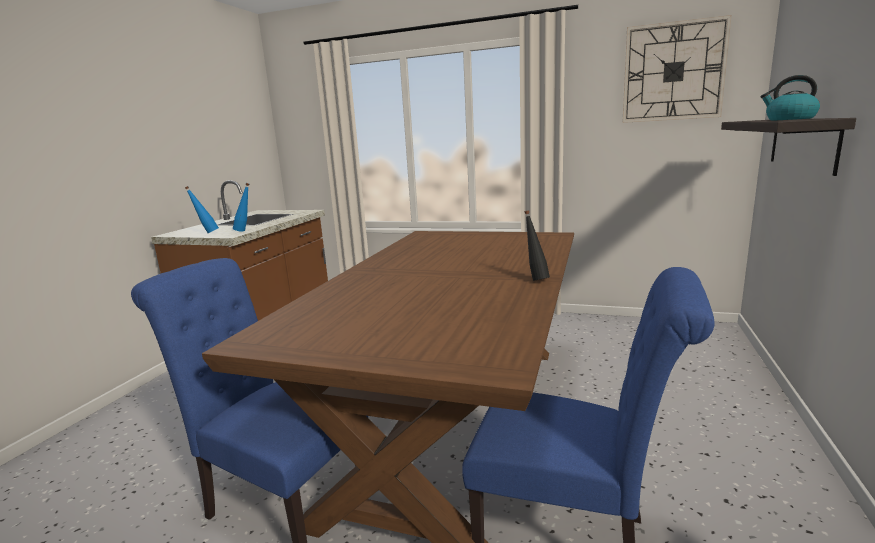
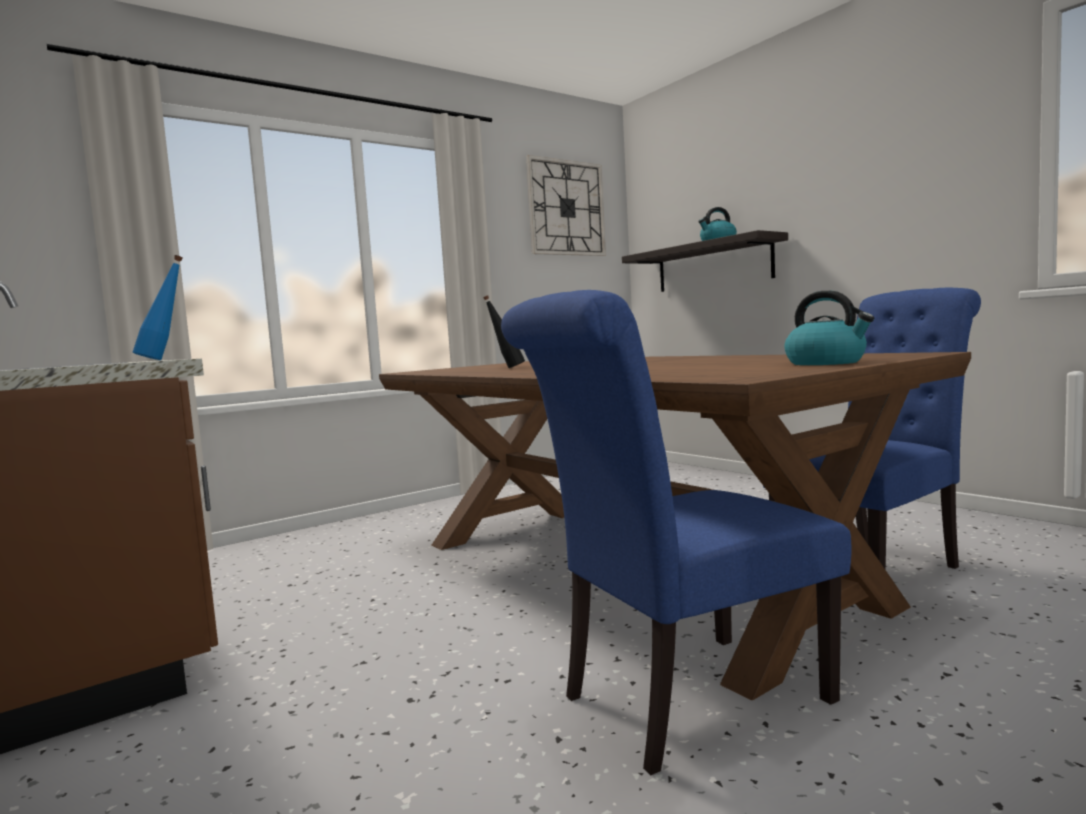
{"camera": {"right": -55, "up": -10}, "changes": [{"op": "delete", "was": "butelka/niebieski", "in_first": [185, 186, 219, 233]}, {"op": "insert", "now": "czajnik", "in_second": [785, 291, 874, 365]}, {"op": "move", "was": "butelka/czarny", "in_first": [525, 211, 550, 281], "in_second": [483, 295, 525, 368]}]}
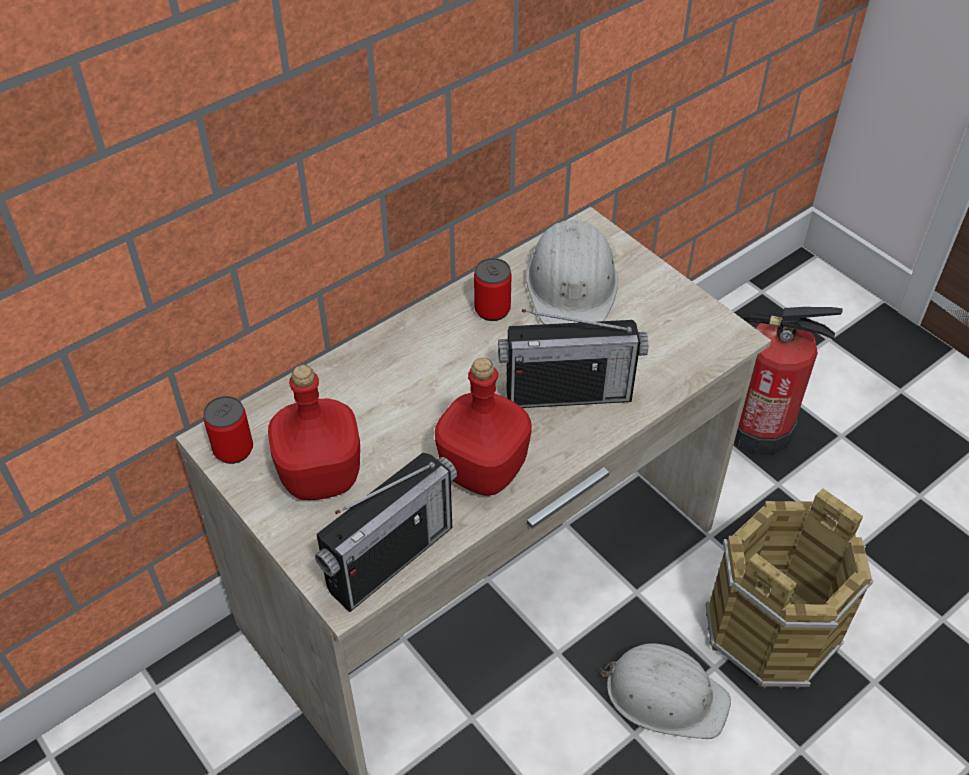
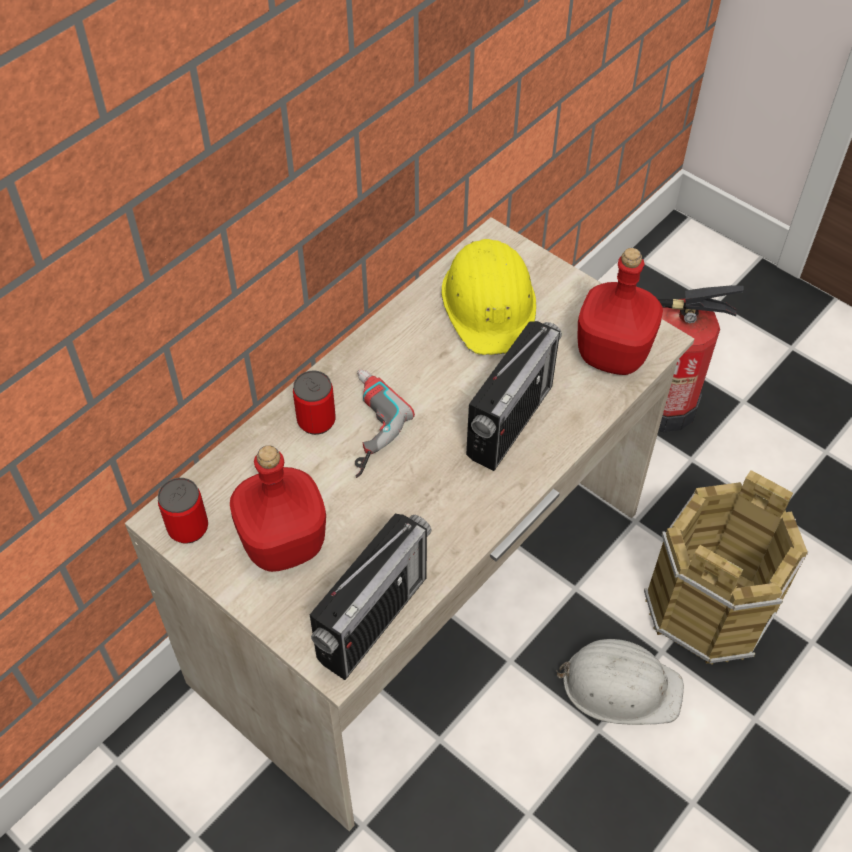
{"camera": {"right": -10, "up": 5}, "changes": [{"op": "insert", "now": "wiertarka", "in_second": [355, 369, 415, 478]}, {"op": "move", "was": "butelka/czerwony", "in_first": [435, 358, 532, 496], "in_second": [577, 248, 663, 375]}, {"op": "move", "was": "puszka", "in_first": [474, 258, 512, 321], "in_second": [293, 371, 336, 435]}, {"op": "recolor", "was": "kask/biały", "now": "kask/żółty", "in_first": [526, 220, 618, 324], "in_second": [441, 239, 536, 355]}, {"op": "rotate", "was": "radio", "in_first": [498, 309, 648, 408], "in_second": [466, 321, 562, 471], "clockwise": -45}]}
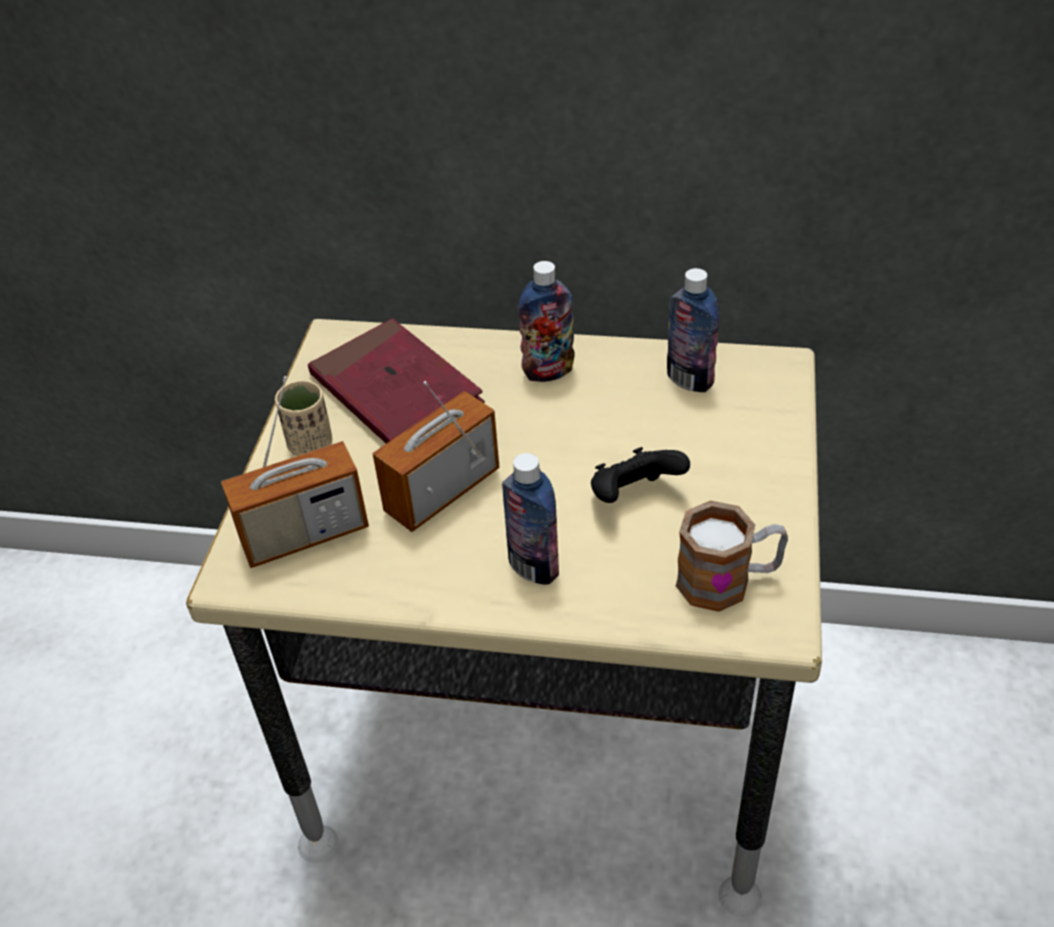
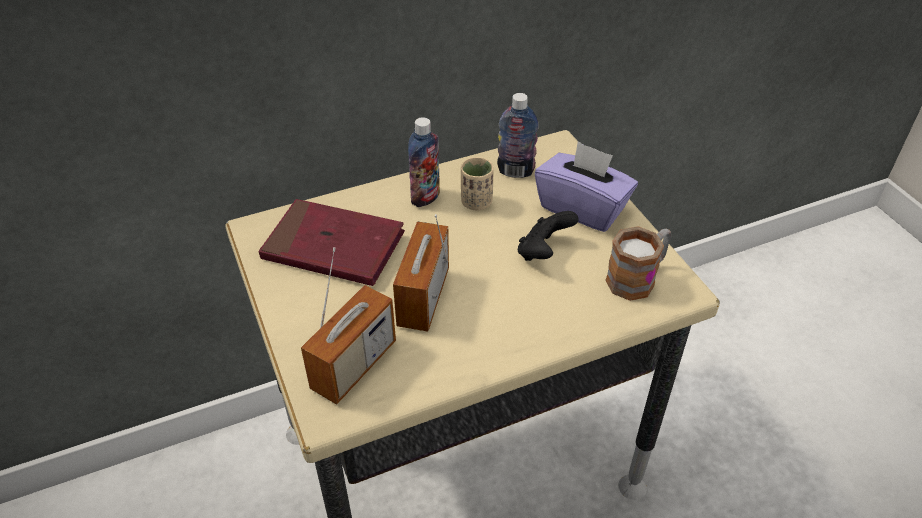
{"camera": {"right": -35, "up": 0}, "changes": [{"op": "delete", "was": "butelka", "in_first": [502, 453, 559, 585]}, {"op": "insert", "now": "pudełko chusteczek/fioletowy", "in_second": [535, 141, 638, 232]}, {"op": "move", "was": "filiżanka/beżowy", "in_first": [275, 381, 332, 456], "in_second": [461, 157, 494, 210]}]}
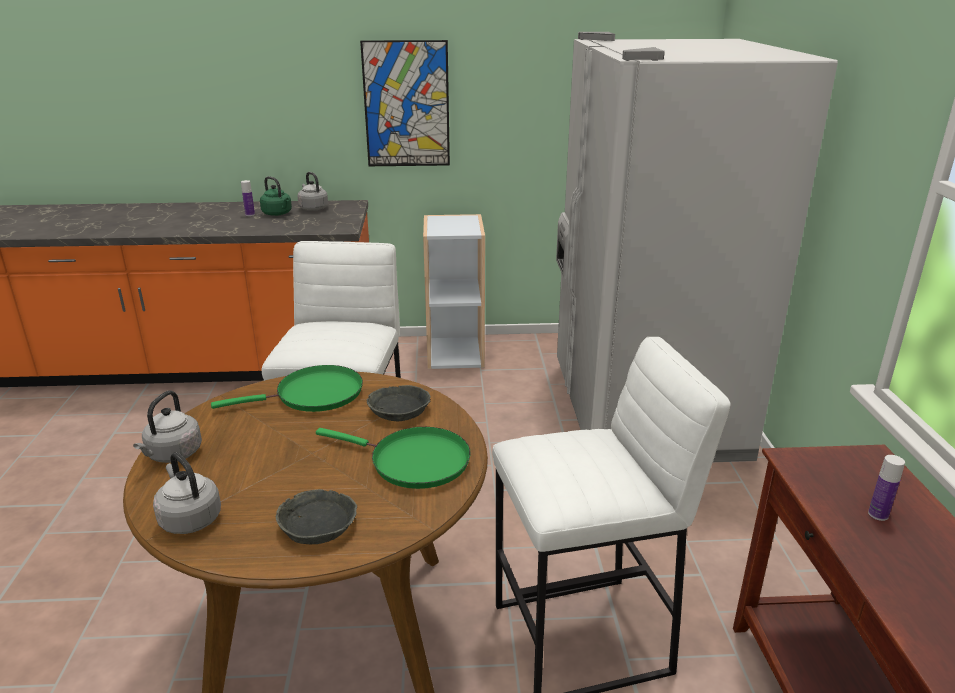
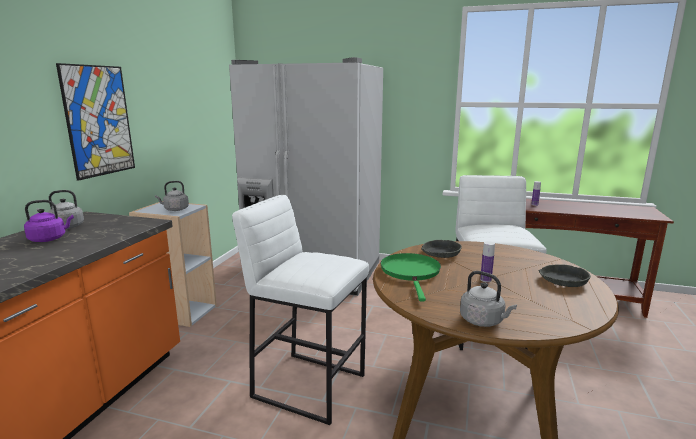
{"camera": {"right": -70, "up": -10}, "changes": [{"op": "delete", "was": "patelnia/zielony", "in_first": [316, 427, 471, 489]}, {"op": "move", "was": "czajnik/szary", "in_first": [153, 452, 221, 534], "in_second": [155, 181, 189, 211]}, {"op": "move", "was": "butelka", "in_first": [241, 180, 255, 216], "in_second": [480, 241, 495, 282]}, {"op": "recolor", "was": "czajnik/zielony", "now": "czajnik/fioletowy", "in_first": [260, 176, 292, 216], "in_second": [24, 200, 74, 242]}]}
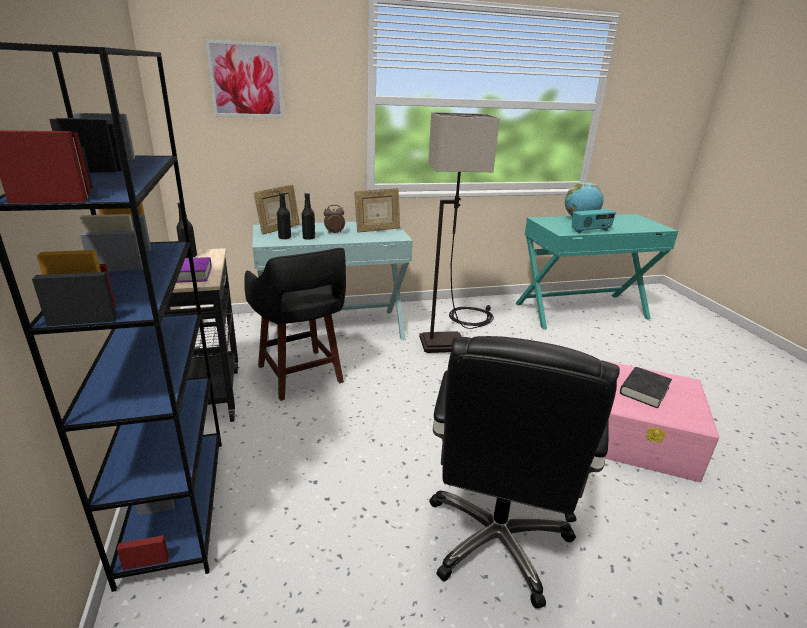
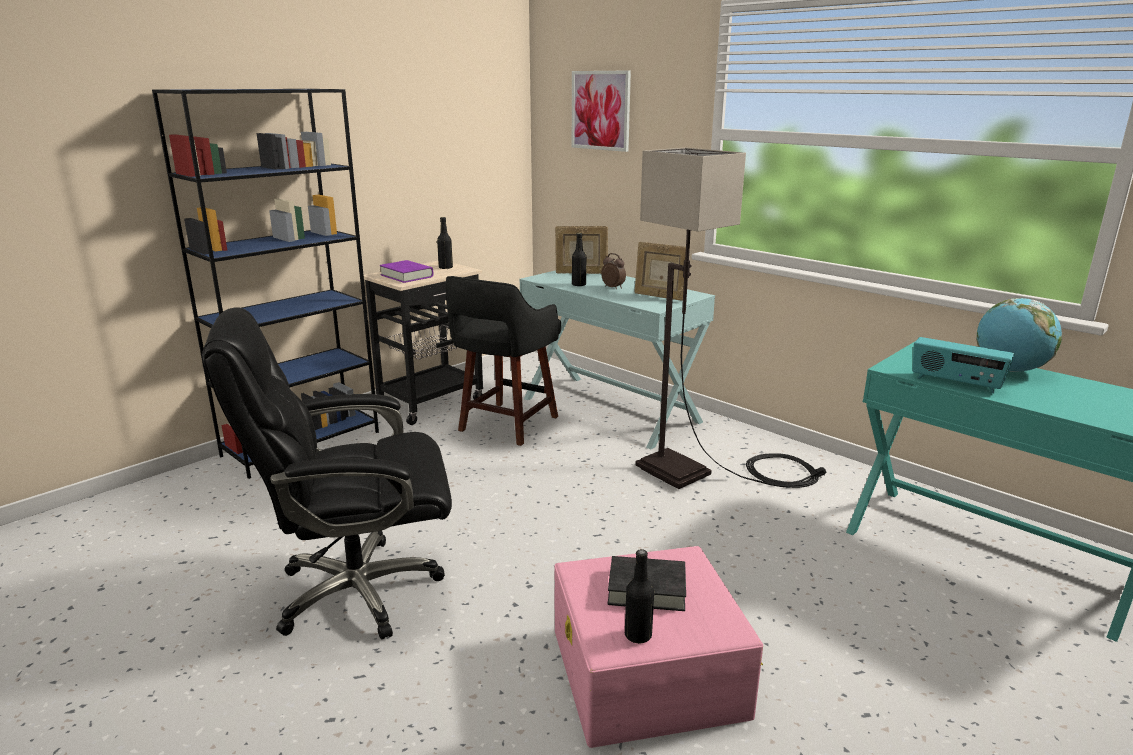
{"camera": {"right": 60, "up": -5}, "changes": [{"op": "move", "was": "butelka/czarny", "in_first": [277, 192, 291, 239], "in_second": [625, 549, 654, 644]}]}
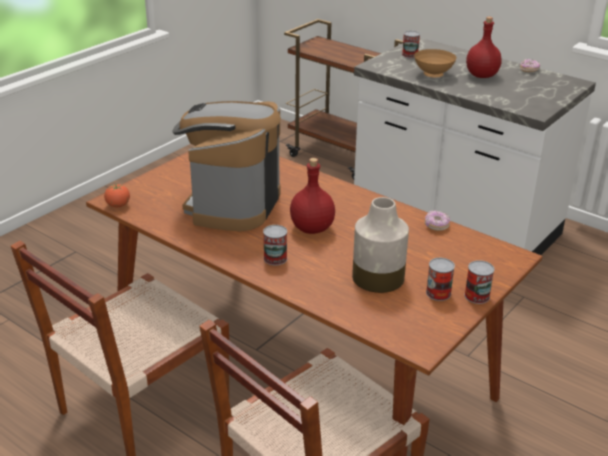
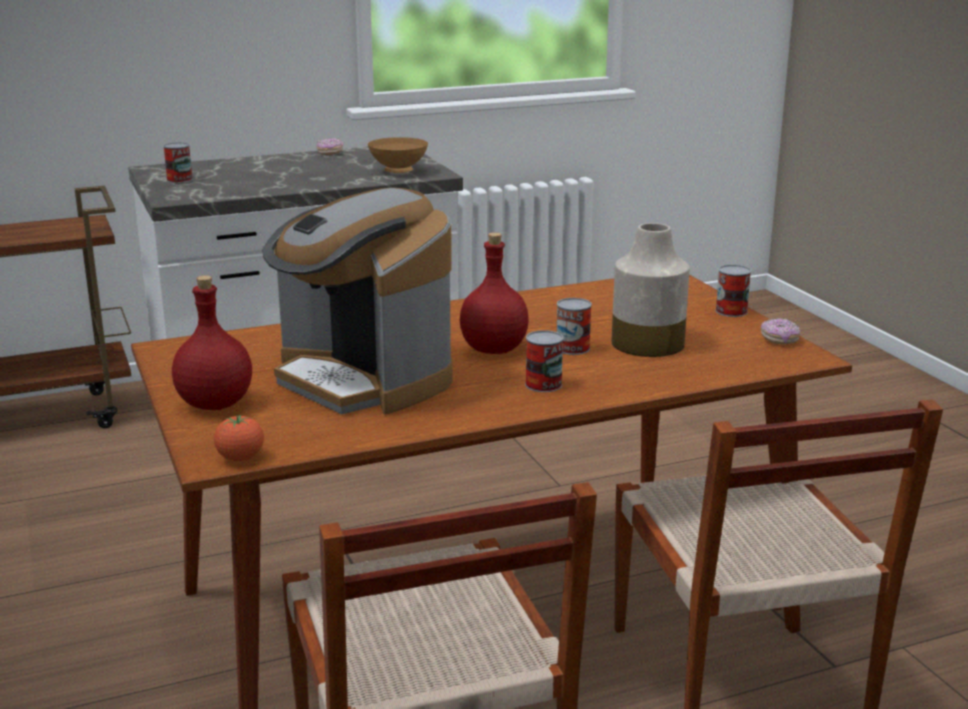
{"camera": {"right": -60, "up": -10}, "changes": [{"op": "move", "was": "miska/brązowy", "in_first": [414, 49, 457, 77], "in_second": [368, 137, 428, 173]}, {"op": "move", "was": "donut", "in_first": [425, 210, 450, 231], "in_second": [761, 318, 800, 345]}, {"op": "move", "was": "puszka", "in_first": [426, 258, 455, 301], "in_second": [557, 298, 592, 355]}, {"op": "move", "was": "butelka/czerwony", "in_first": [466, 17, 502, 78], "in_second": [172, 275, 252, 410]}]}
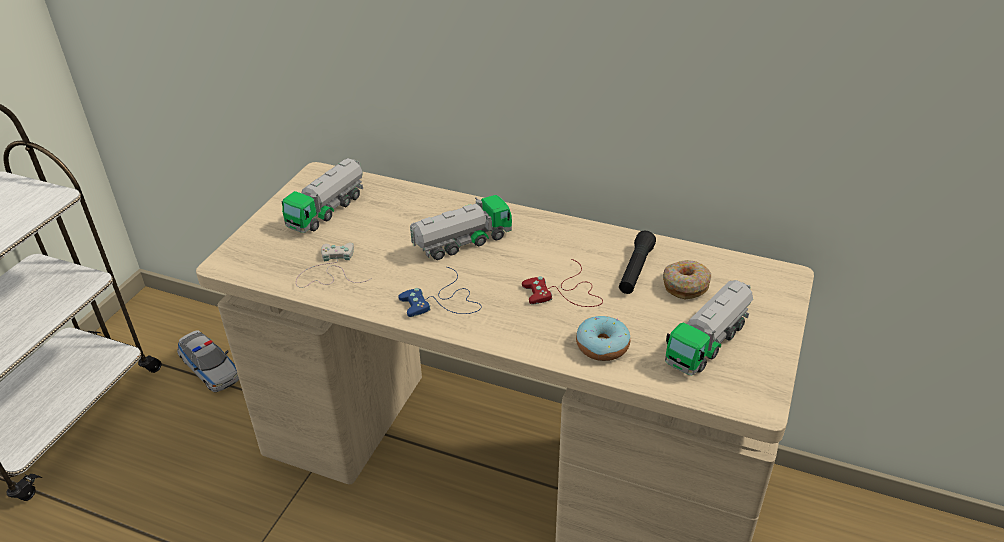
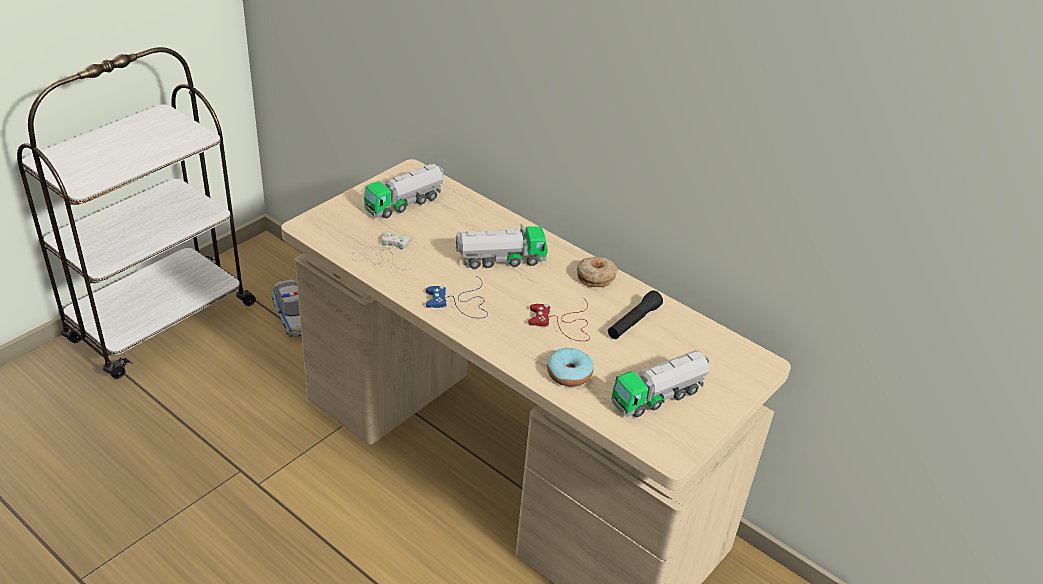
{"camera": {"right": 15, "up": 0}, "changes": [{"op": "move", "was": "donut", "in_first": [663, 260, 711, 299], "in_second": [577, 257, 618, 287]}]}
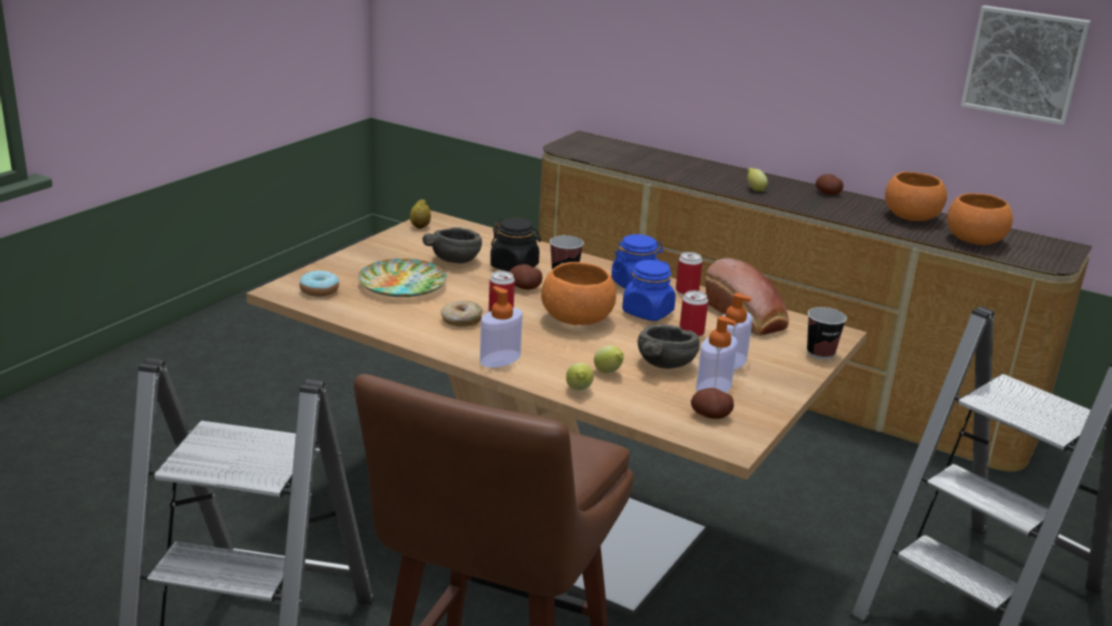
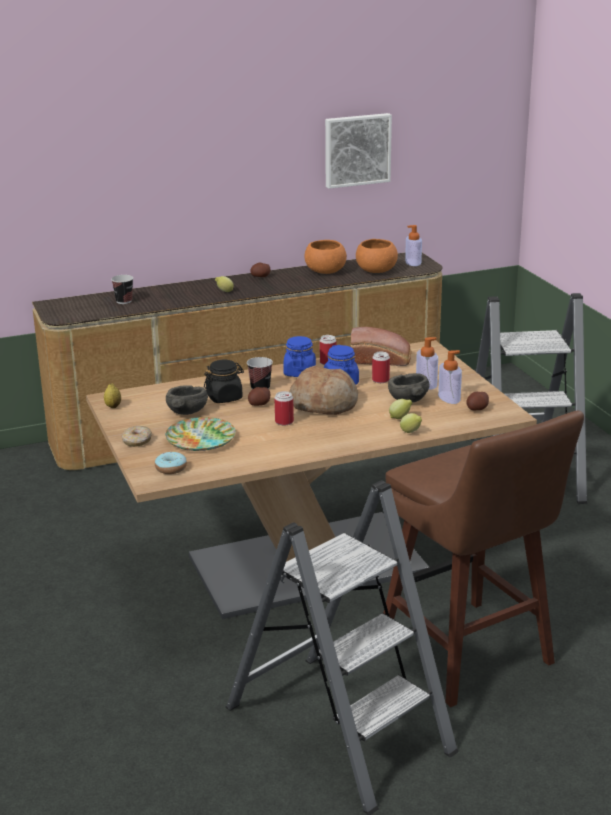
{"camera": {"right": -50, "up": 0}, "changes": [{"op": "move", "was": "donut", "in_first": [441, 300, 483, 327], "in_second": [121, 426, 152, 447]}, {"op": "move", "was": "dozownik mydła", "in_first": [480, 286, 523, 368], "in_second": [405, 225, 422, 266]}, {"op": "move", "was": "filiżanka", "in_first": [807, 307, 847, 359], "in_second": [111, 275, 133, 304]}, {"op": "replace", "was": "miska/pomarańczowy", "now": "chleb", "in_first": [541, 262, 616, 325], "in_second": [289, 366, 358, 415]}]}
